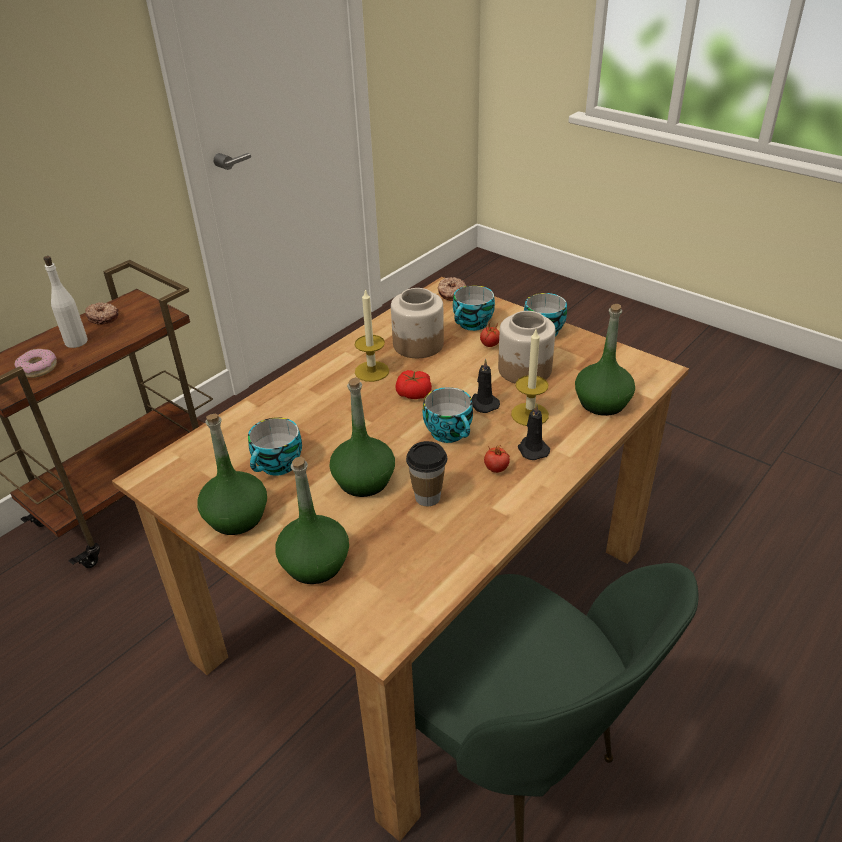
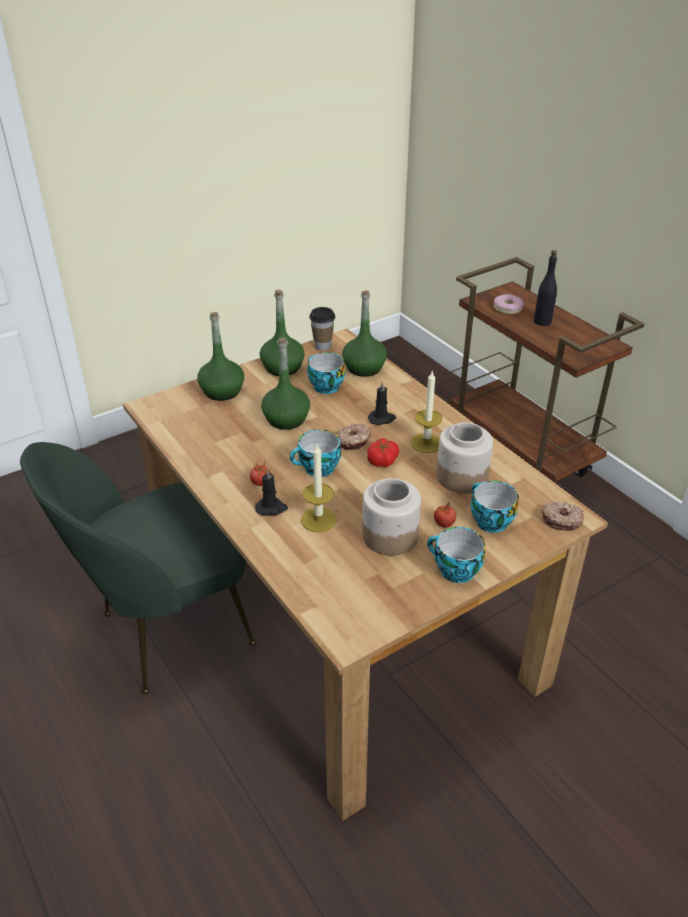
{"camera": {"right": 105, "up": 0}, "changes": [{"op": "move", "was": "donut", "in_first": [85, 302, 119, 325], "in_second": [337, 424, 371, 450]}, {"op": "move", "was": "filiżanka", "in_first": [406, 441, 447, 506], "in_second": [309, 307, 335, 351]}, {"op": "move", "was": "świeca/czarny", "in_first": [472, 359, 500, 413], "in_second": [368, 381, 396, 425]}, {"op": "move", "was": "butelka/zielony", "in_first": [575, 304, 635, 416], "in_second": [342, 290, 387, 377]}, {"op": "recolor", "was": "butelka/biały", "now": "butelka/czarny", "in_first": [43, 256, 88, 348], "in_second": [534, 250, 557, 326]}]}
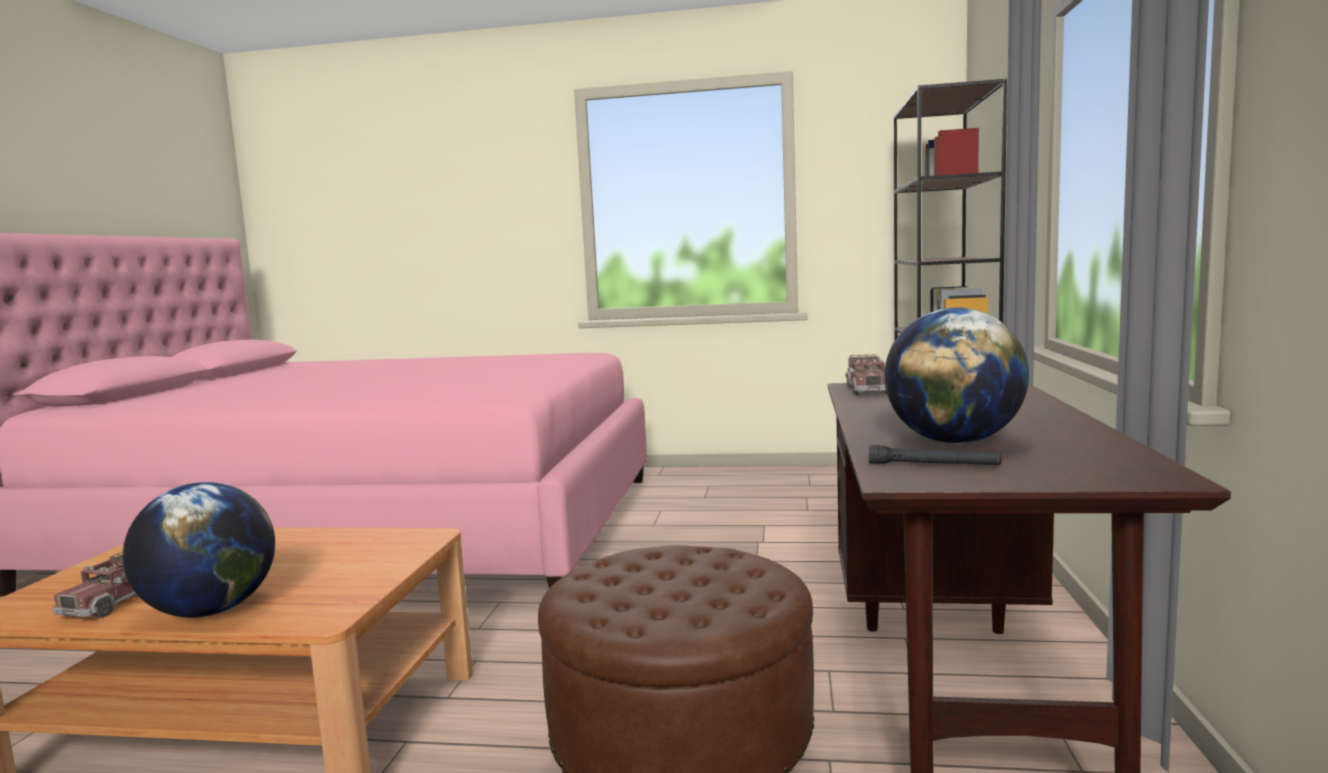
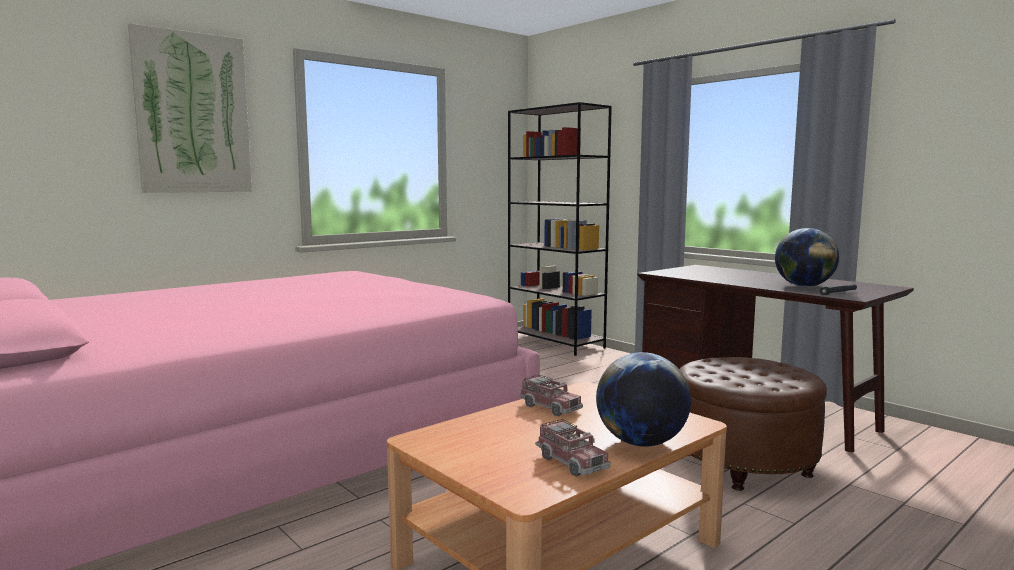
{"camera": {"right": -50, "up": 0}, "changes": [{"op": "insert", "now": "obraz", "in_second": [128, 23, 252, 193]}, {"op": "move", "was": "ciężarówka zabawkowa", "in_first": [845, 354, 887, 395], "in_second": [519, 375, 583, 416]}]}
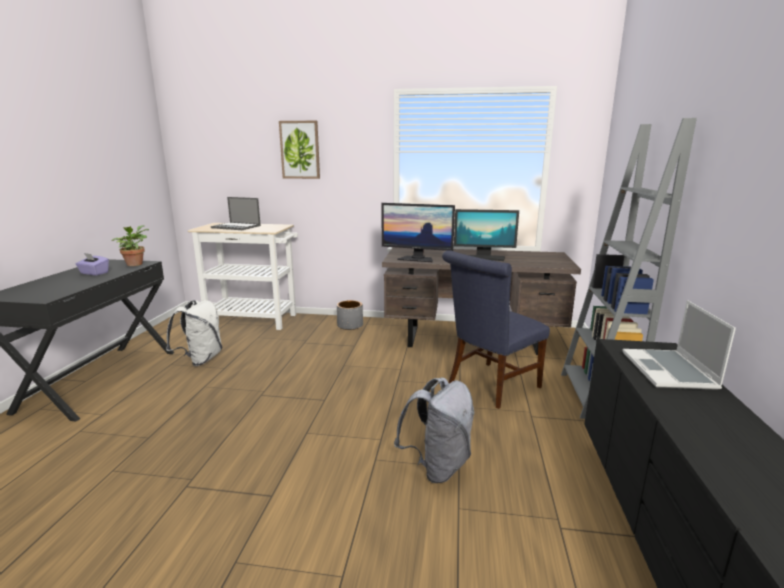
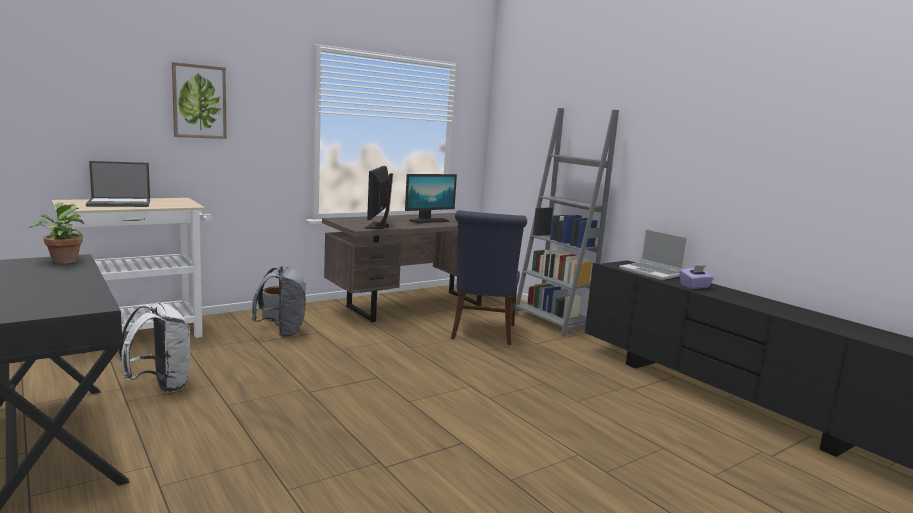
{"camera": {"right": -45, "up": -5}, "changes": [{"op": "move", "was": "pudełko chusteczek/fioletowy", "in_first": [76, 253, 109, 276], "in_second": [680, 265, 714, 289]}, {"op": "move", "was": "plecak/szary", "in_first": [394, 377, 474, 483], "in_second": [252, 266, 306, 337]}, {"op": "rotate", "was": "monitor", "in_first": [381, 203, 455, 262], "in_second": [365, 166, 393, 229], "clockwise": 120}]}
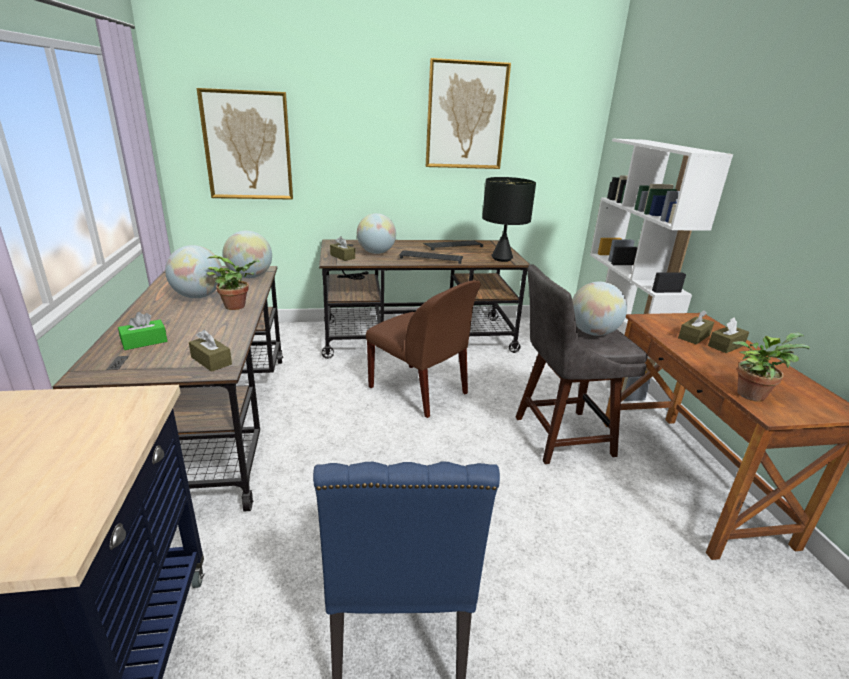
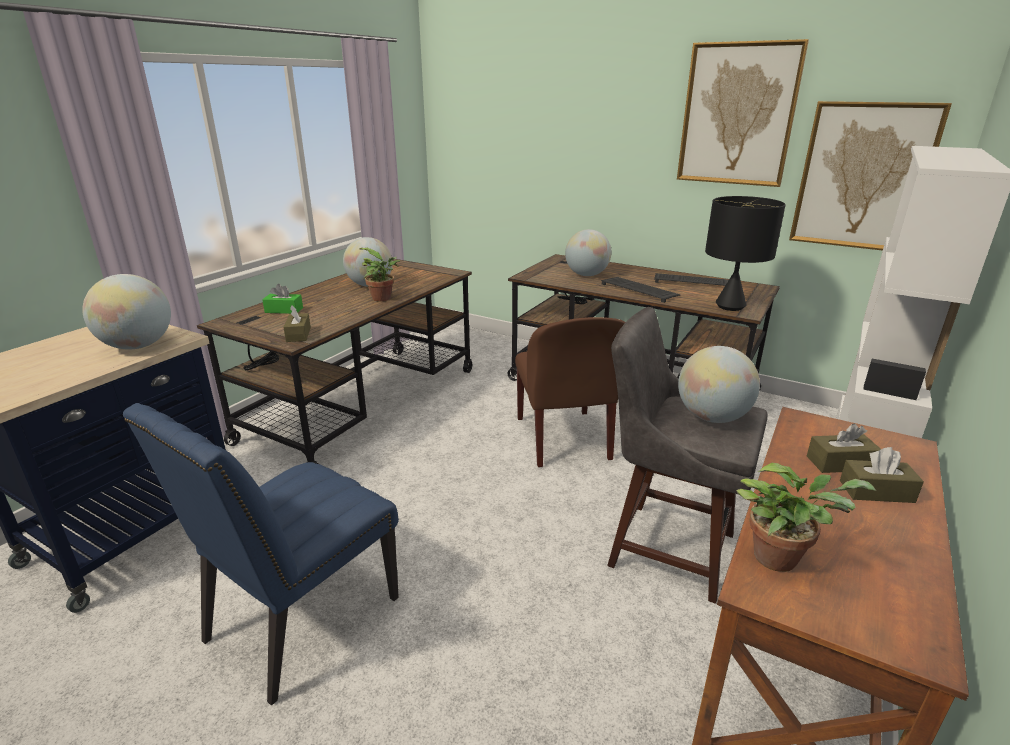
{"camera": {"right": 40, "up": 0}, "changes": [{"op": "delete", "was": "pudełko chusteczek/brązowy", "in_first": [330, 236, 355, 261]}, {"op": "move", "was": "obraz", "in_first": [197, 88, 293, 200], "in_second": [789, 101, 952, 250]}, {"op": "move", "was": "globus", "in_first": [222, 231, 272, 278], "in_second": [82, 274, 171, 349]}]}
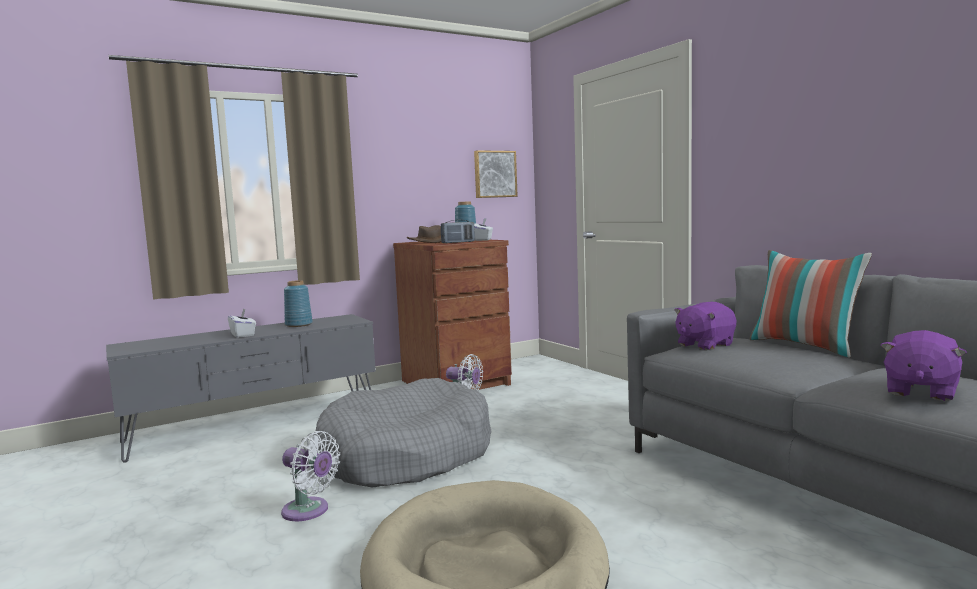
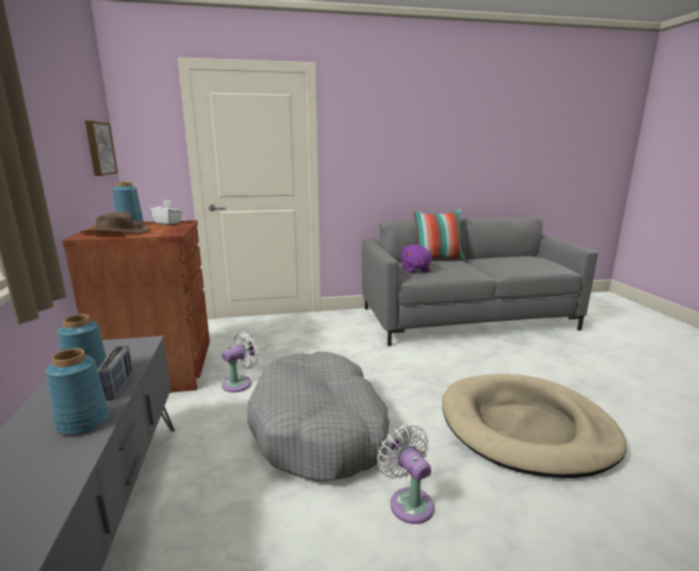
{"camera": {"right": -70, "up": 10}, "changes": [{"op": "delete", "was": "pluszak/fioletowy", "in_first": [880, 330, 967, 401]}, {"op": "move", "was": "radio", "in_first": [441, 220, 475, 243], "in_second": [97, 346, 133, 400]}, {"op": "replace", "was": "pudełko chusteczek/biały", "now": "wazon/niebieski", "in_first": [228, 308, 256, 338], "in_second": [46, 348, 110, 436]}, {"op": "rotate", "was": "wentylator/biały", "in_first": [281, 431, 340, 521], "in_second": [377, 424, 434, 524], "clockwise": -75}]}
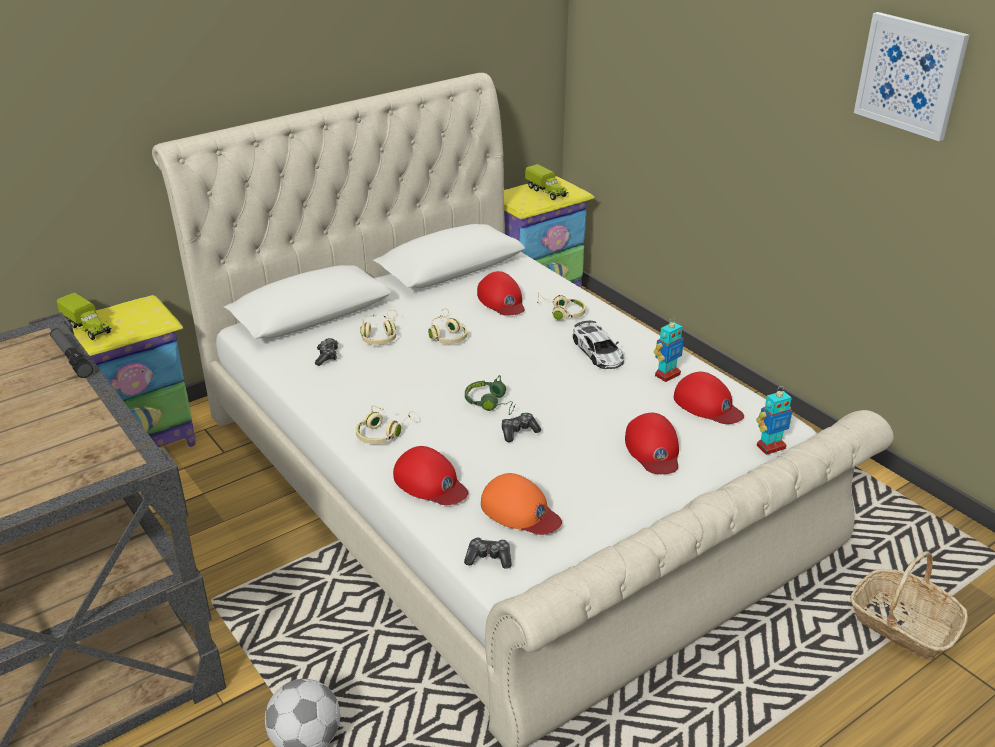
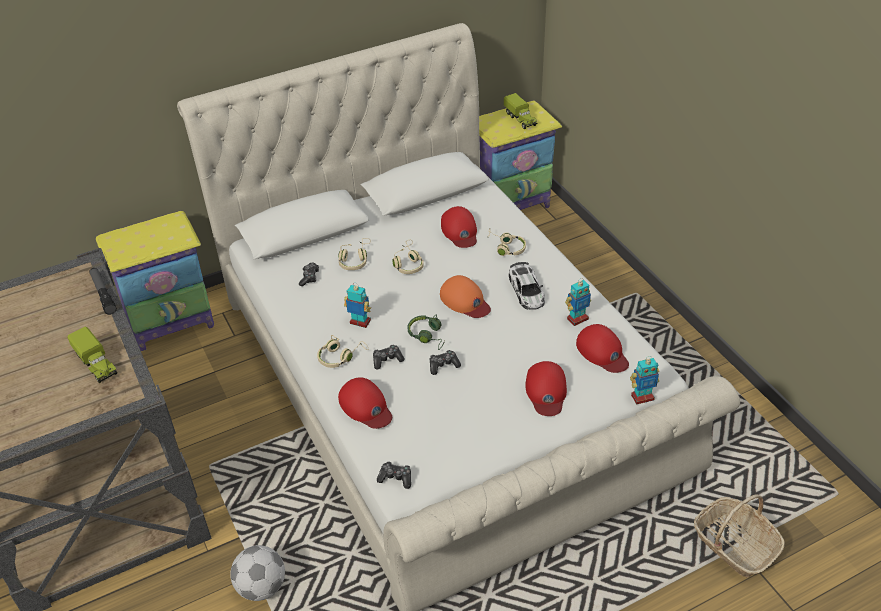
{"camera": {"right": 10, "up": 10}, "changes": [{"op": "delete", "was": "obraz", "in_first": [854, 12, 969, 141]}, {"op": "insert", "now": "robot zabawkowy", "in_second": [344, 283, 371, 328]}, {"op": "insert", "now": "pad do gier", "in_second": [373, 345, 404, 369]}, {"op": "move", "was": "ciężarówka zabawkowa", "in_first": [57, 292, 112, 340], "in_second": [67, 327, 118, 383]}, {"op": "move", "was": "czapka z daszkiem/pomarańczowy", "in_first": [481, 473, 562, 535], "in_second": [440, 275, 491, 318]}]}
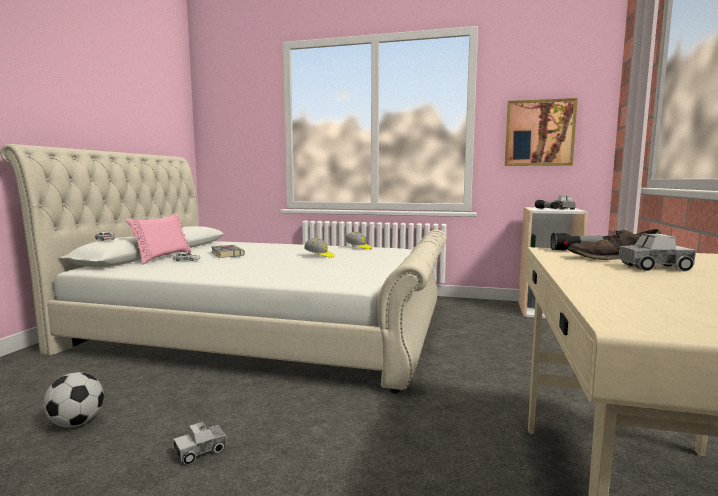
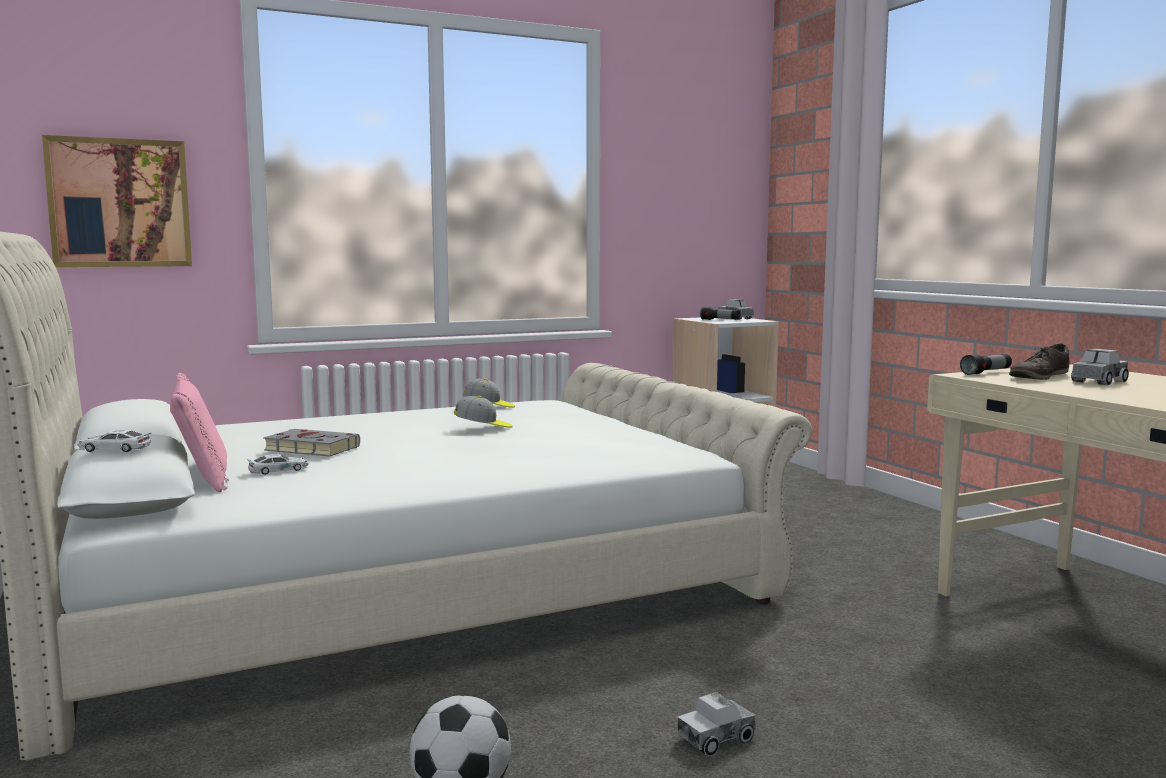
{"camera": {"right": -40, "up": 0}, "changes": [{"op": "move", "was": "obraz", "in_first": [505, 98, 578, 166], "in_second": [42, 135, 192, 267]}, {"op": "rotate", "was": "ciężarówka zabawkowa", "in_first": [174, 421, 227, 465], "in_second": [677, 692, 756, 756], "clockwise": 45}]}
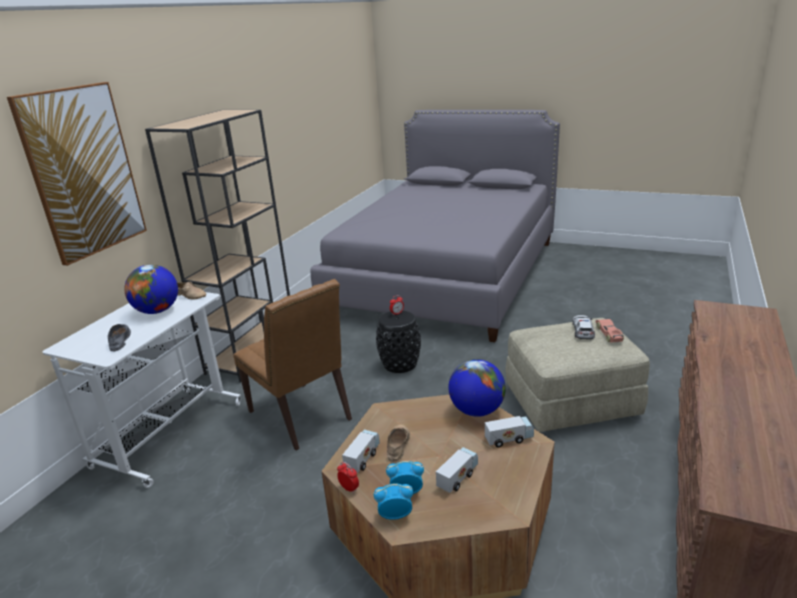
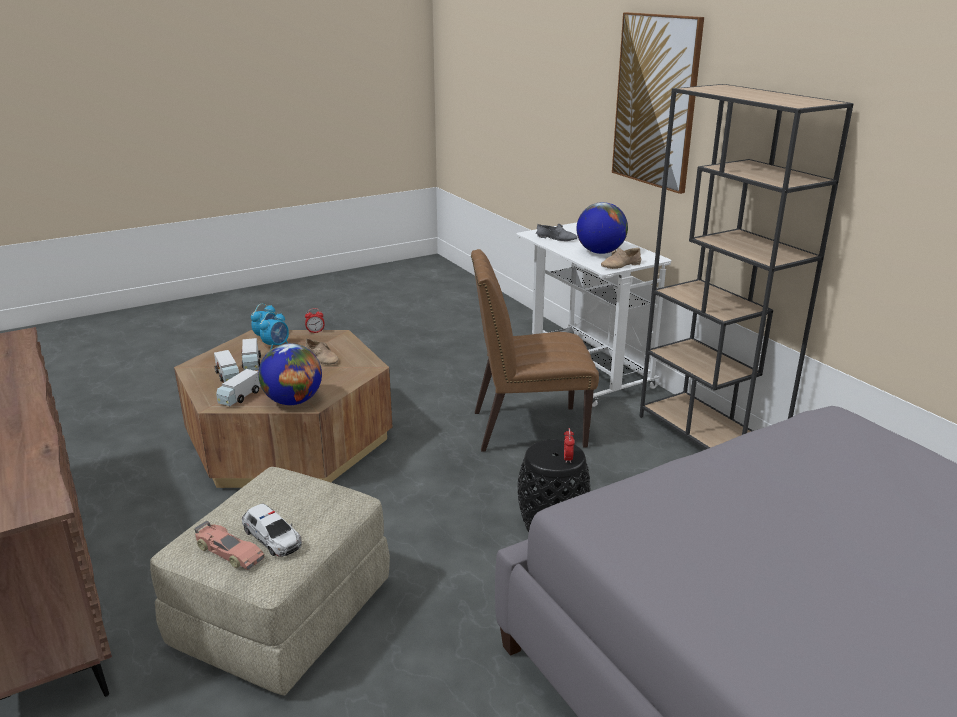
{"camera": {"right": 125, "up": 0}, "changes": [{"op": "move", "was": "ciężarówka zabawkowa", "in_first": [342, 430, 380, 473], "in_second": [214, 350, 239, 382]}]}
